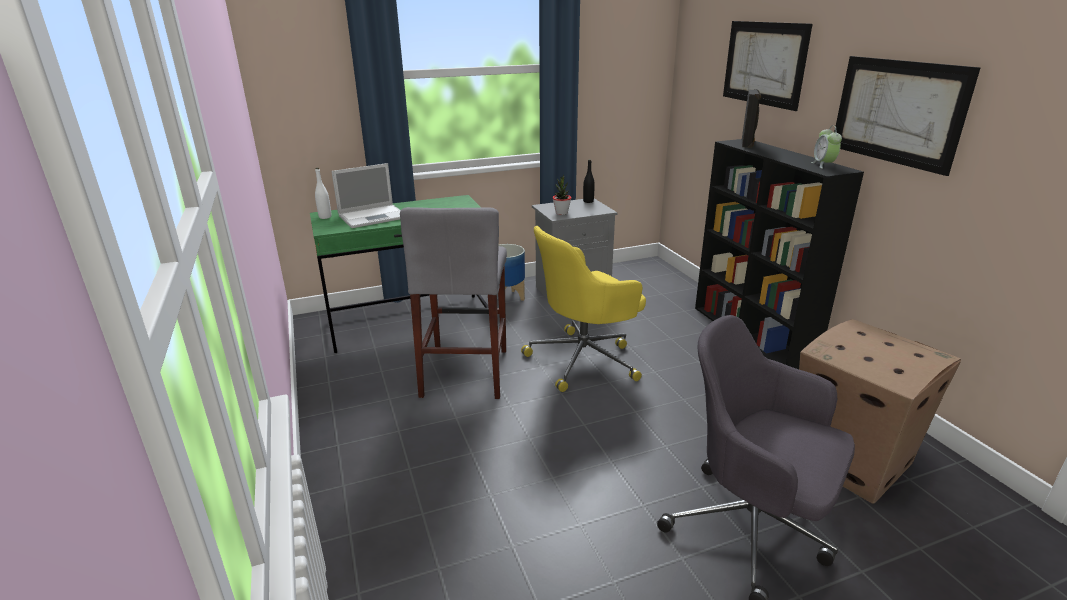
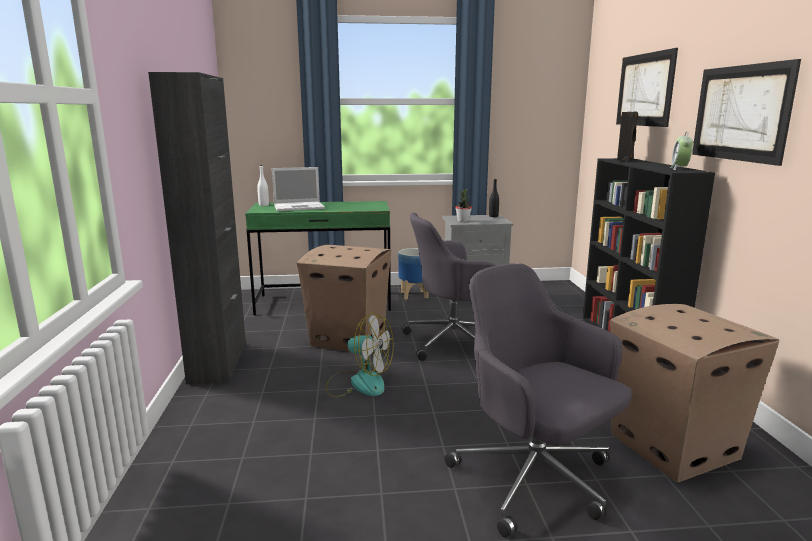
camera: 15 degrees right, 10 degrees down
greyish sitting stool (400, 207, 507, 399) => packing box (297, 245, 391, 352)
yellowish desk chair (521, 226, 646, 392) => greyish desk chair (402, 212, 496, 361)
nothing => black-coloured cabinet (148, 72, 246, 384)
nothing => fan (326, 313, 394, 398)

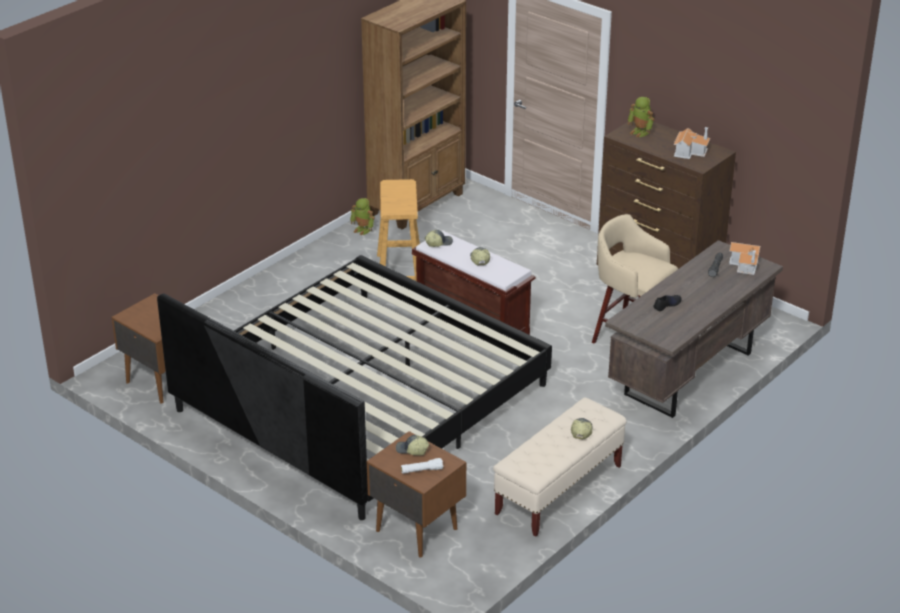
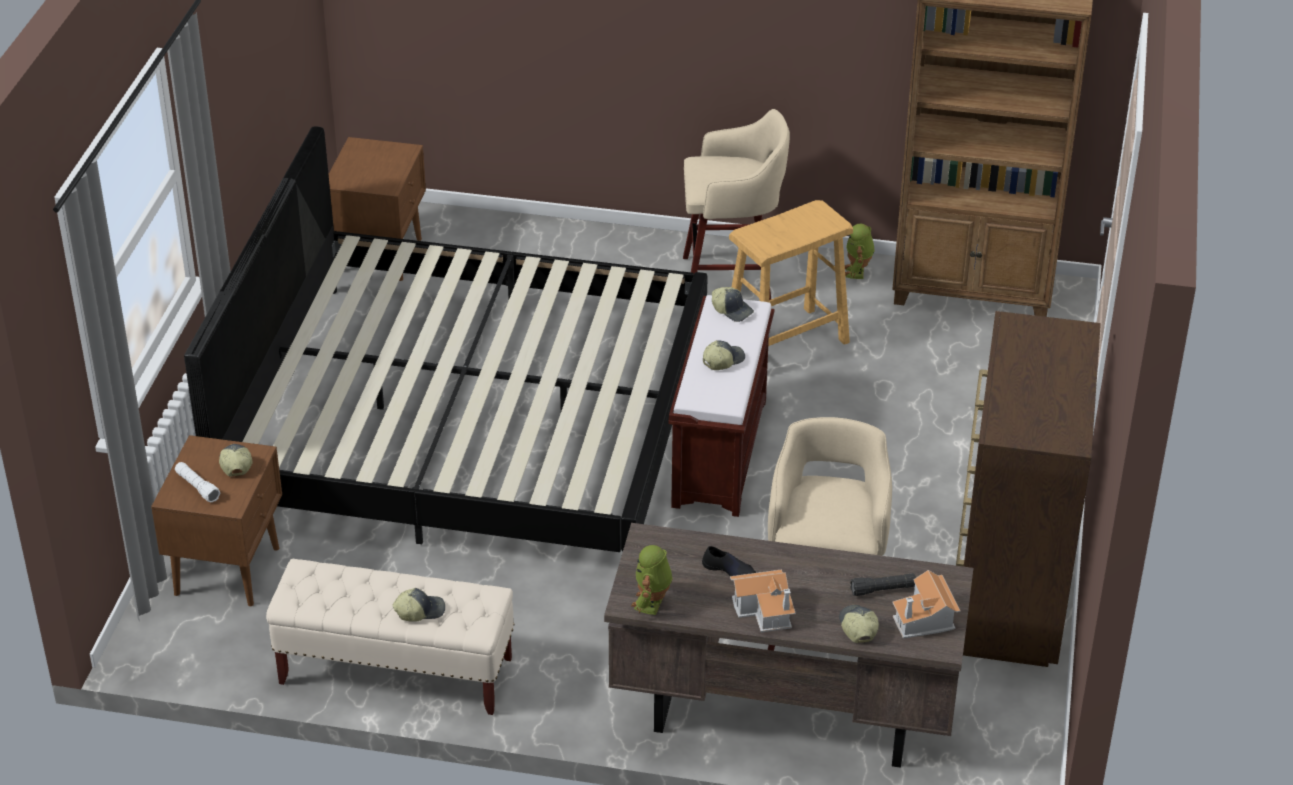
camera: 60 degrees right, 5 degrees up
model robot (628, 97, 655, 138) => model robot (631, 545, 672, 615), move
toy house (673, 127, 710, 159) => toy house (730, 569, 796, 632), move
nothing => beige sitting stool (683, 109, 790, 300)
nothing => peaked cap (839, 605, 879, 643)

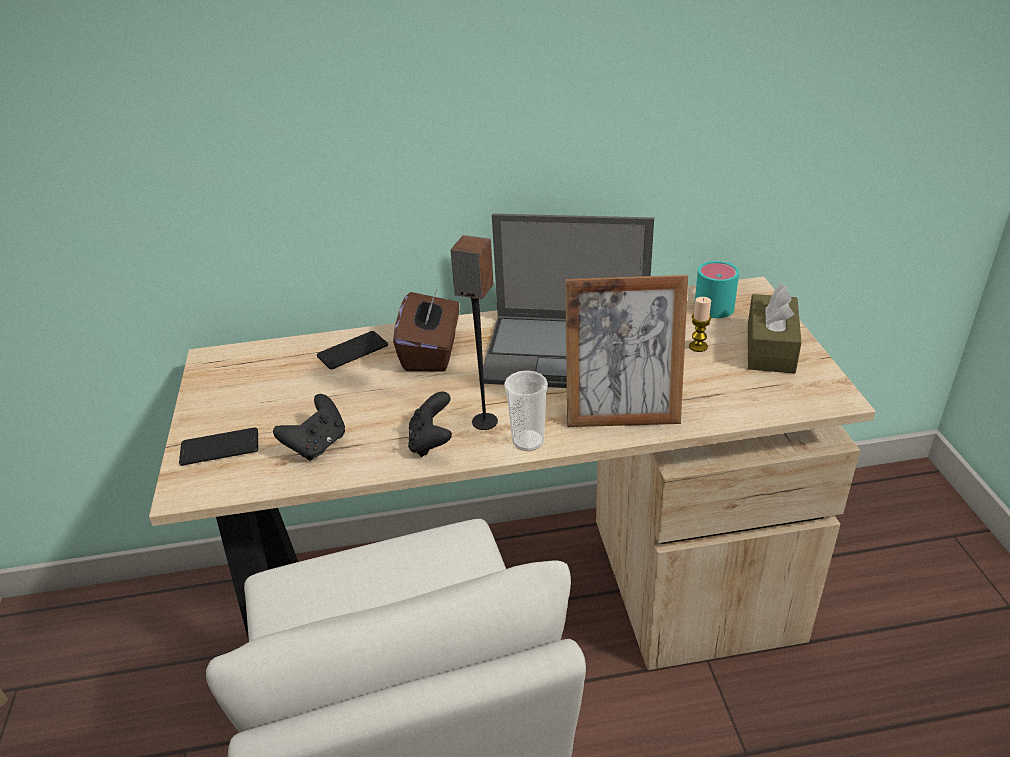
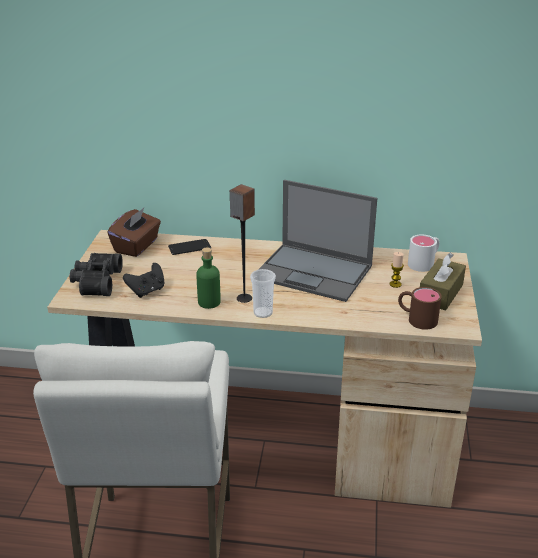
camera: 15 degrees right, 5 degrees down
turquoise mug (694, 261, 739, 318) => whitish mug (408, 234, 440, 272)
standing frame (565, 275, 688, 427) => nothing
brownish tissue holder (393, 288, 459, 372) => brownish tissue holder (107, 208, 161, 257), move
black-coloured gamepad (408, 392, 452, 457) => green drink bottle (196, 248, 221, 309)
telephone (179, 428, 258, 466) => black-coloured pair of binoculars (70, 253, 123, 296)
nothing => brownish mug (398, 287, 442, 330)

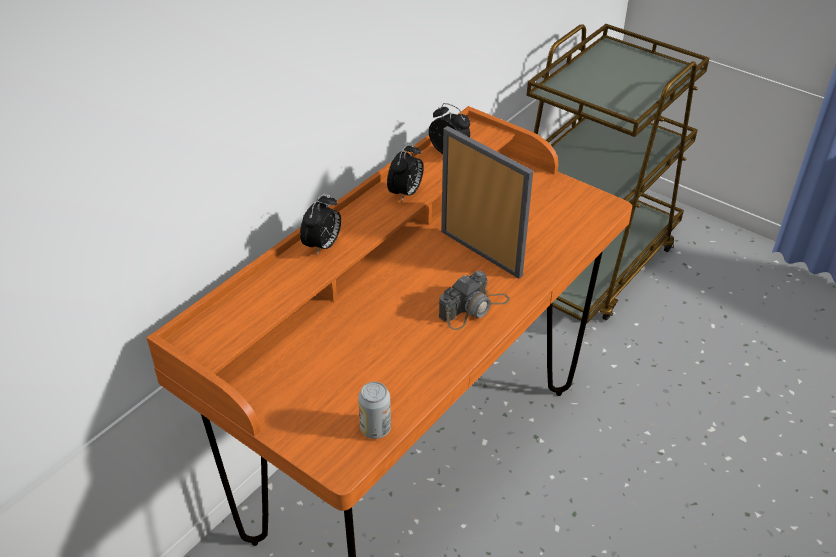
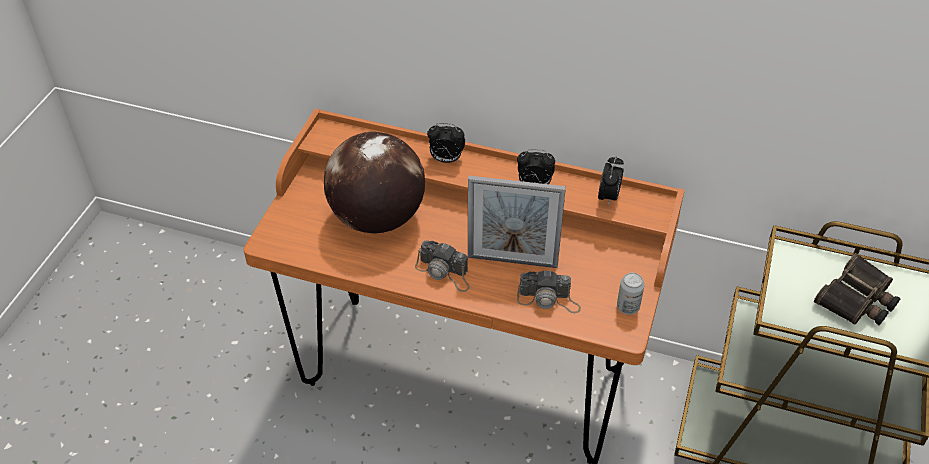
camera: 70 degrees right, 5 degrees up
standing frame (441, 126, 533, 279) => standing frame (468, 176, 566, 268), 75 degrees clockwise
metal can (358, 382, 391, 439) => metal can (617, 272, 644, 315), move
nothing => globe (324, 131, 425, 234)
nothing => pair of binoculars (814, 253, 901, 325)
nothing => still camera (517, 270, 581, 313)

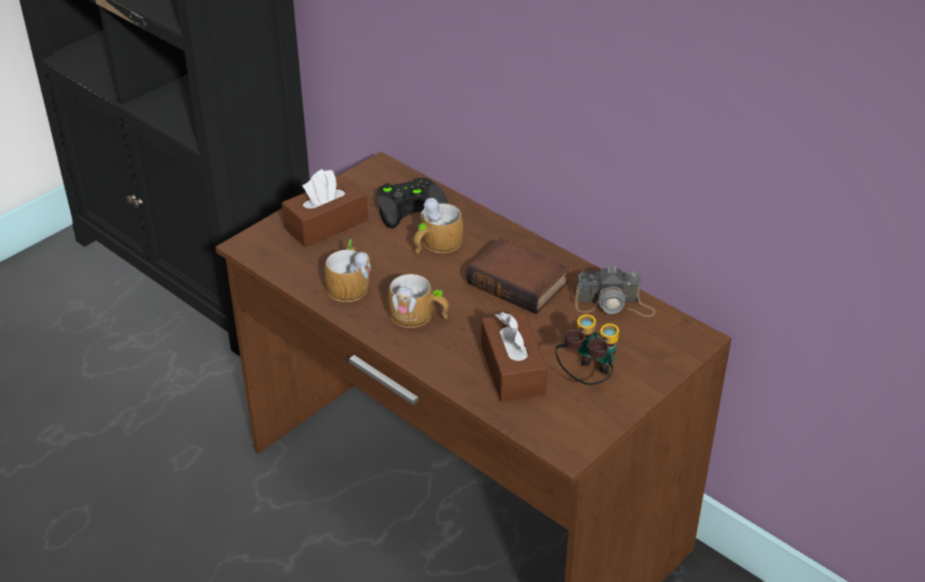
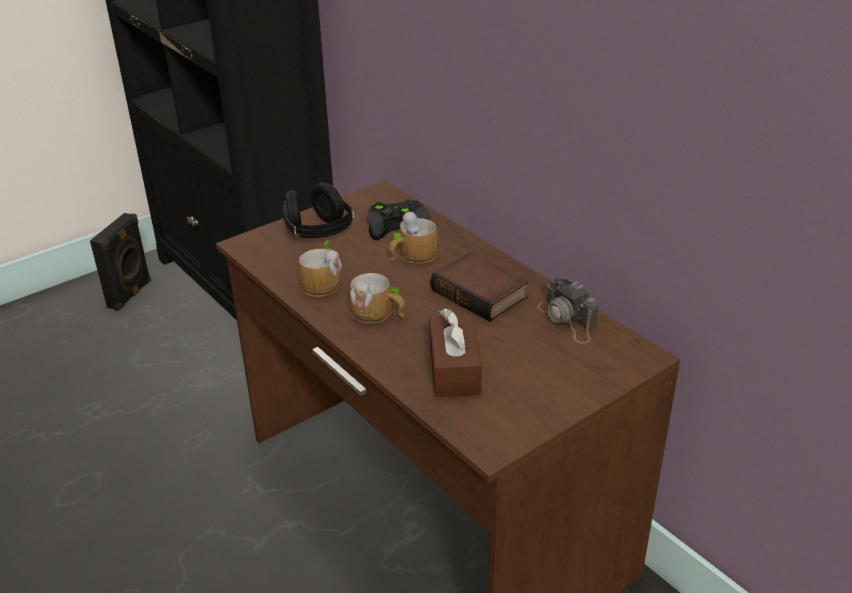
camera: 10 degrees right, 5 degrees down
brownish tissue holder (282, 169, 368, 247) => black-coloured pair of headphones (282, 182, 354, 238)
still camera (575, 266, 655, 317) => still camera (537, 277, 599, 344), 45 degrees clockwise
pair of binoculars (555, 314, 619, 385) => nothing
nothing => black-coloured speaker (90, 213, 151, 311)

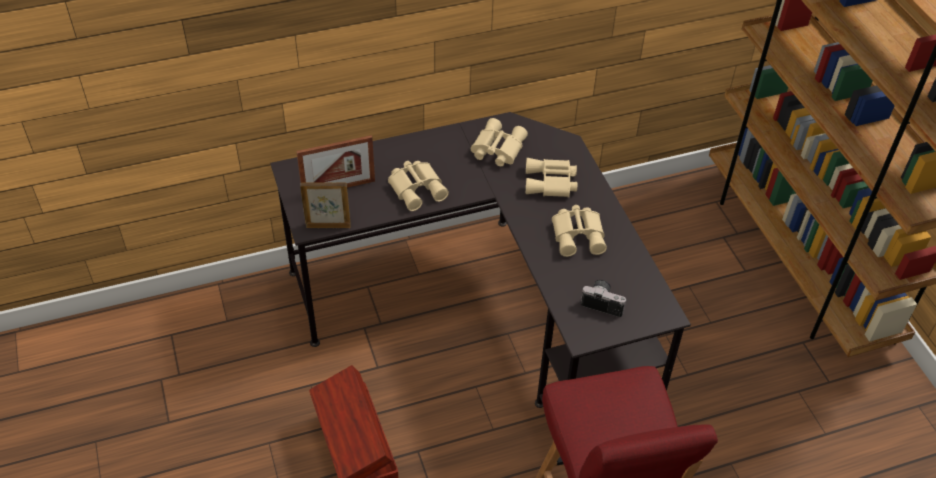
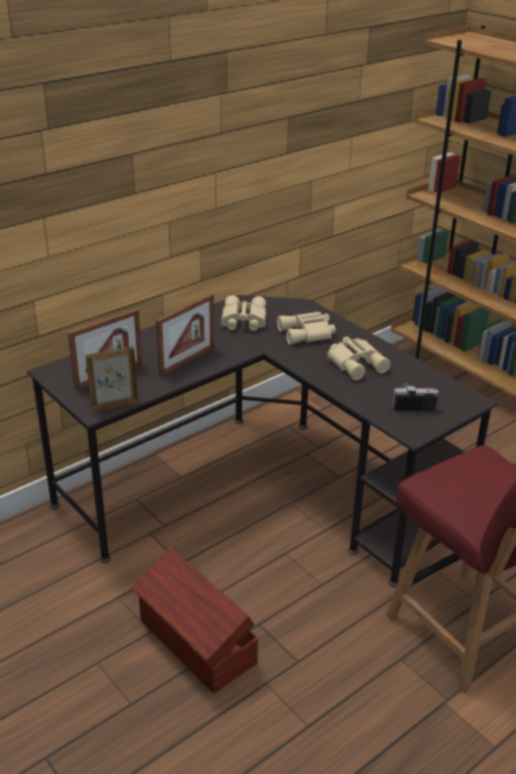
camera: 20 degrees left, 15 degrees down
beige pair of binoculars (388, 161, 449, 211) => standing frame (156, 294, 214, 376)

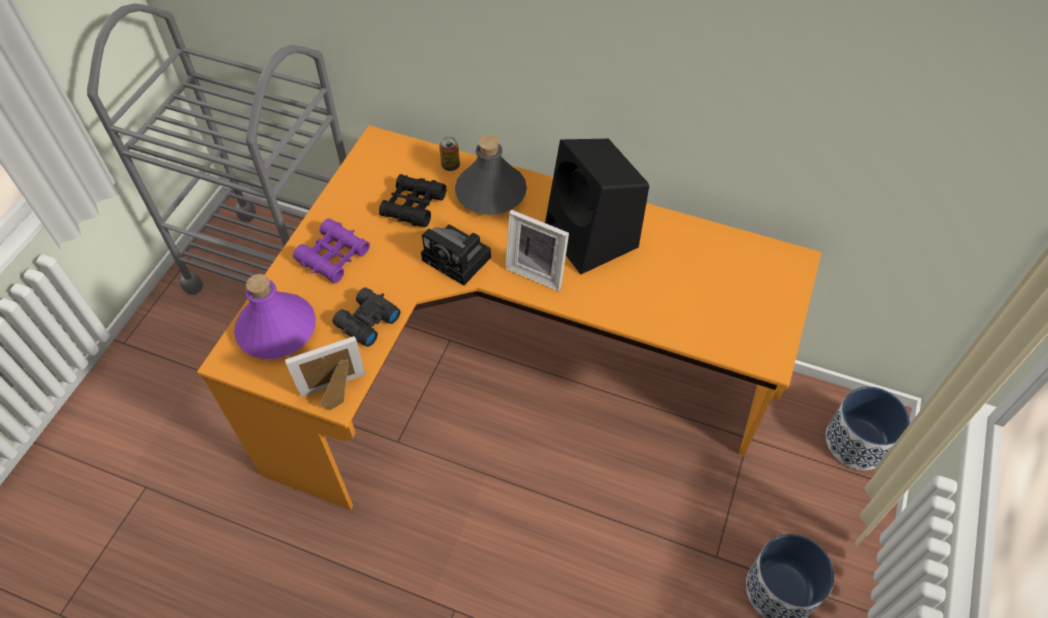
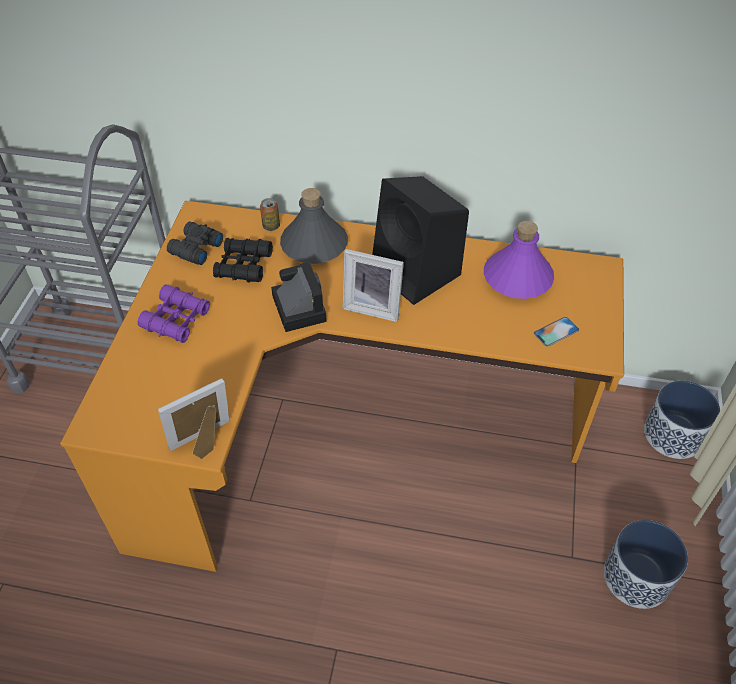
camera: 10 degrees left, 5 degrees down
still camera (421, 224, 491, 286) => still camera (271, 262, 327, 332), 135 degrees counterclockwise
purplish drink bottle (234, 274, 316, 359) => purplish drink bottle (484, 221, 554, 299), move
black-coloured pair of binoculars (332, 287, 400, 347) => black-coloured pair of binoculars (167, 222, 223, 265), move
nothing => telephone (534, 317, 579, 347)

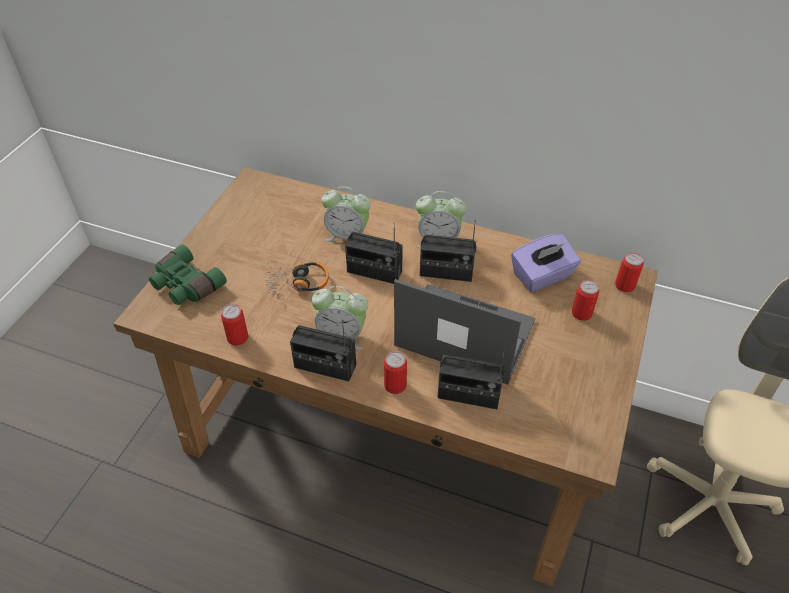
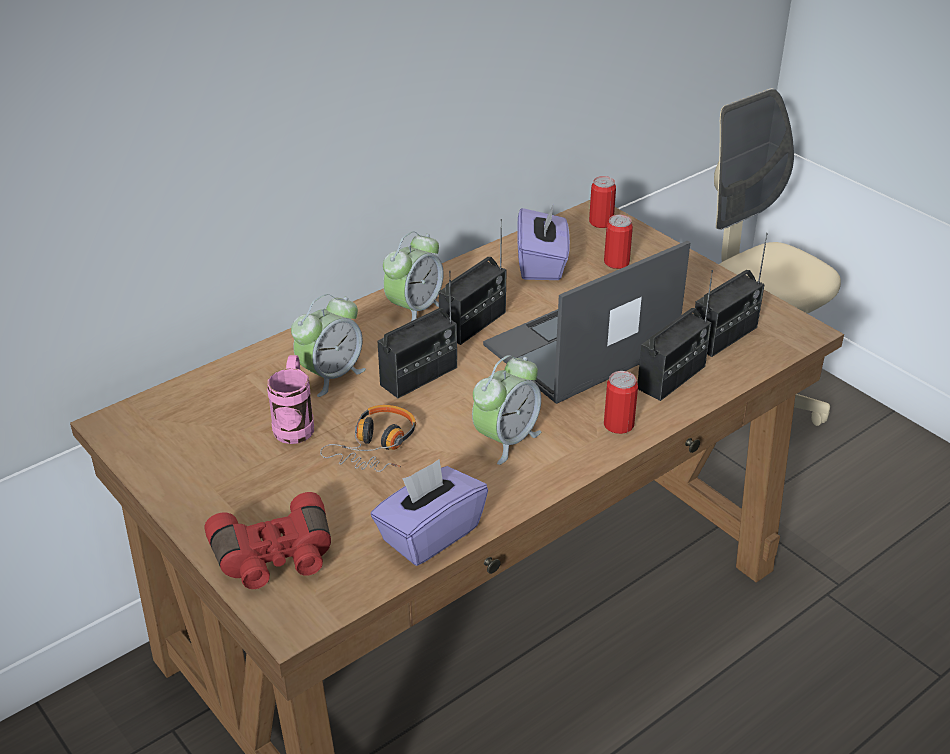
camera: 60 degrees left, 10 degrees down
green pair of binoculars (149, 244, 227, 305) => reddish pair of binoculars (204, 492, 331, 589)
metal can (221, 304, 249, 346) => purplish tissue holder (371, 459, 488, 566)
radio set (290, 320, 356, 382) => radio set (694, 233, 768, 357), move
nothing => pink mug (267, 355, 314, 444)

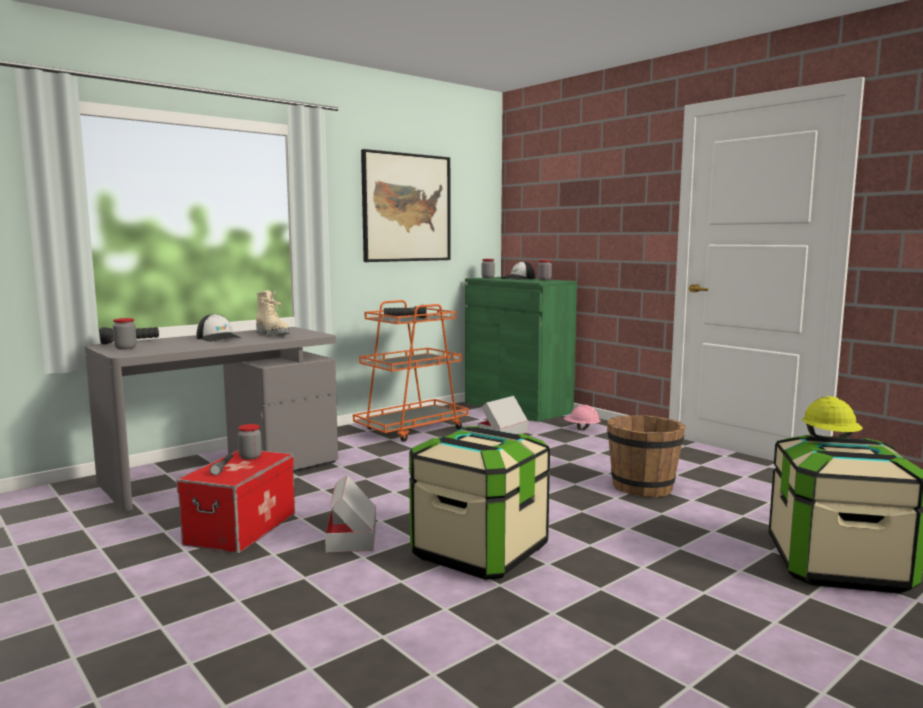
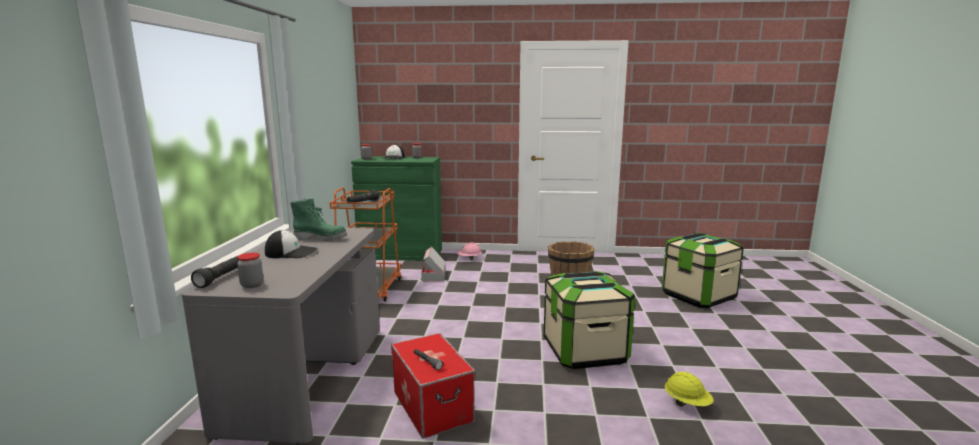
camera: 45 degrees left, 5 degrees up
wall picture (361, 149, 451, 262) => nothing
beige boot (256, 290, 289, 336) => green boot (290, 199, 347, 241)
yellowish work helmet (802, 396, 863, 440) => yellowish work helmet (665, 372, 714, 407), move
storage jar (238, 424, 262, 460) => nothing
packing box (325, 475, 376, 553) => nothing

